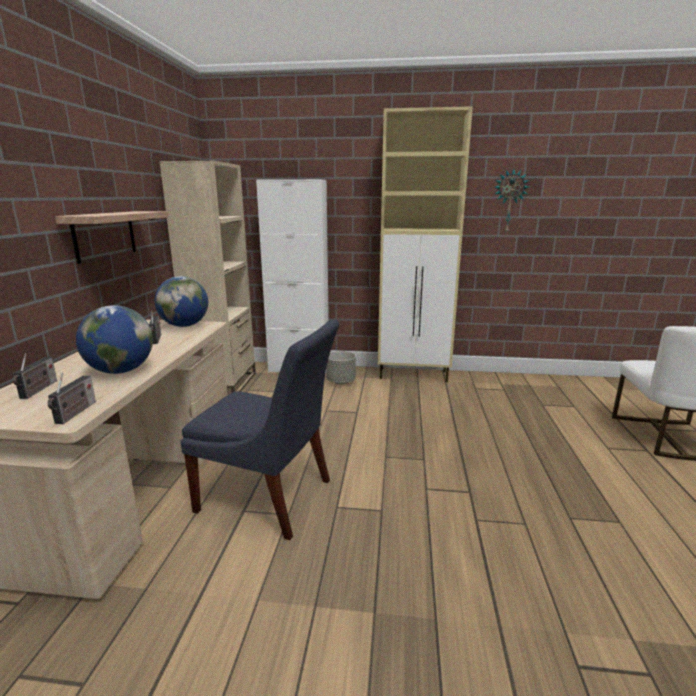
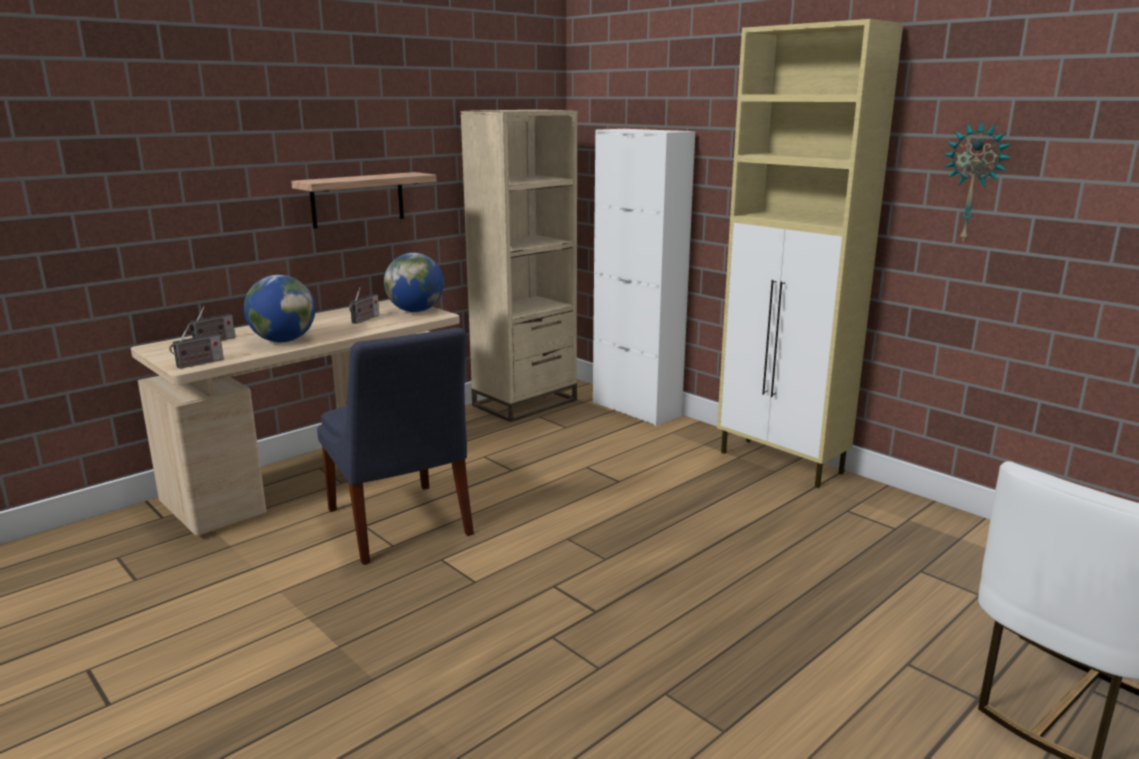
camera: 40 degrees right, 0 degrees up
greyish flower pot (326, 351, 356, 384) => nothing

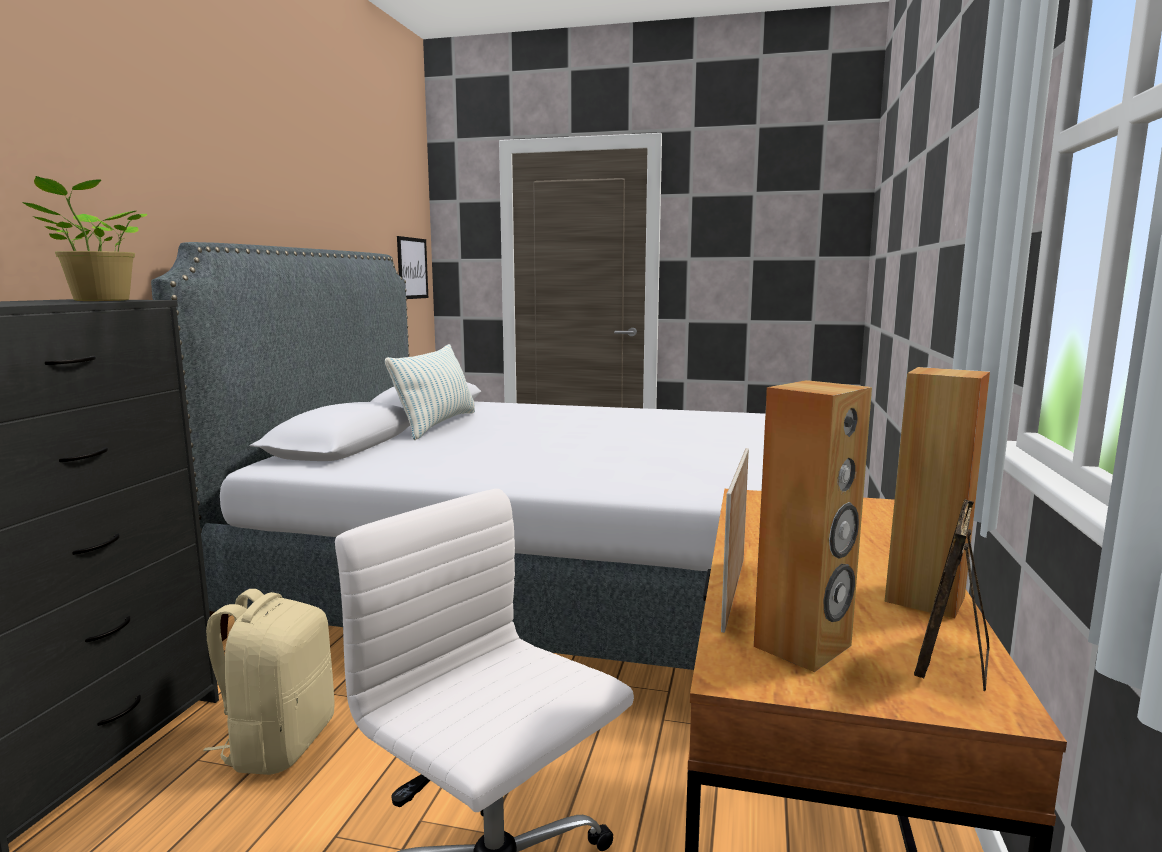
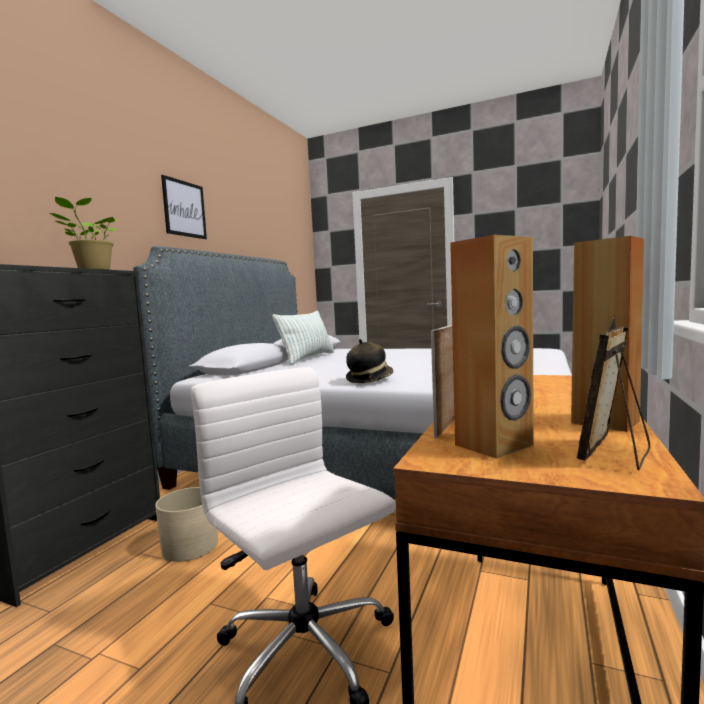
camera: 10 degrees right, 5 degrees down
wall picture (397, 236, 428, 299) => wall picture (161, 175, 207, 239), move
beige backpack (203, 589, 334, 775) => beige flower pot (155, 487, 218, 562)
nothing => clothing hat (346, 339, 393, 383)

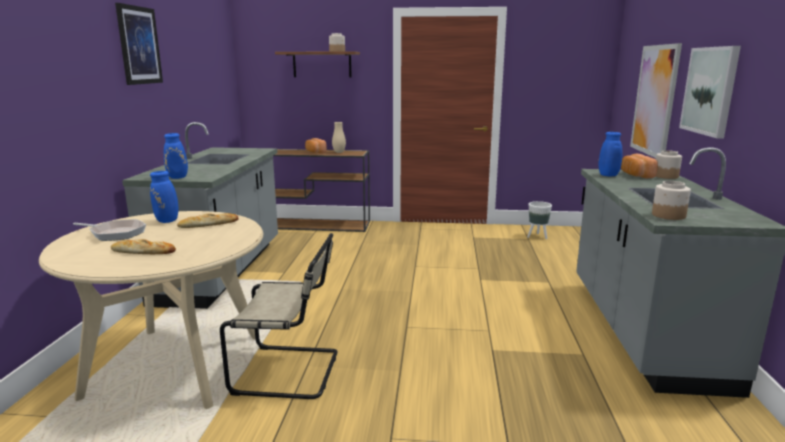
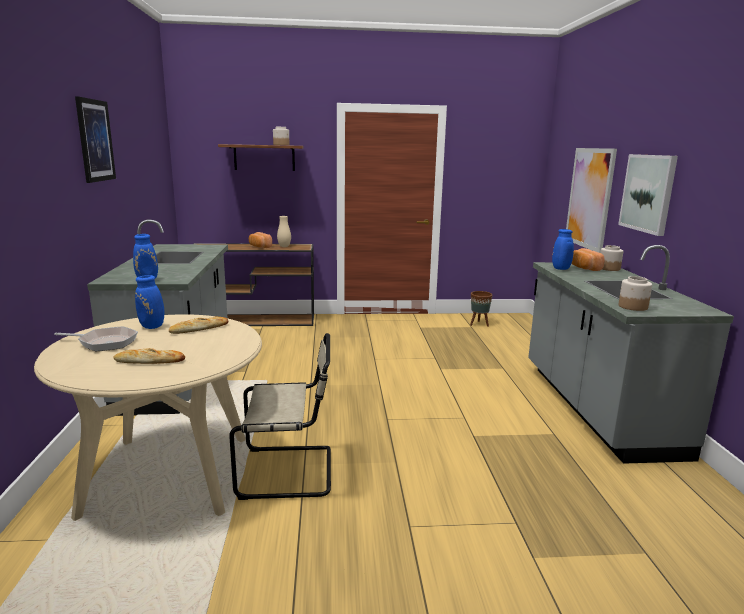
camera: 10 degrees left, 0 degrees up
whitish flower pot (527, 201, 552, 239) => brownish flower pot (470, 291, 493, 327)

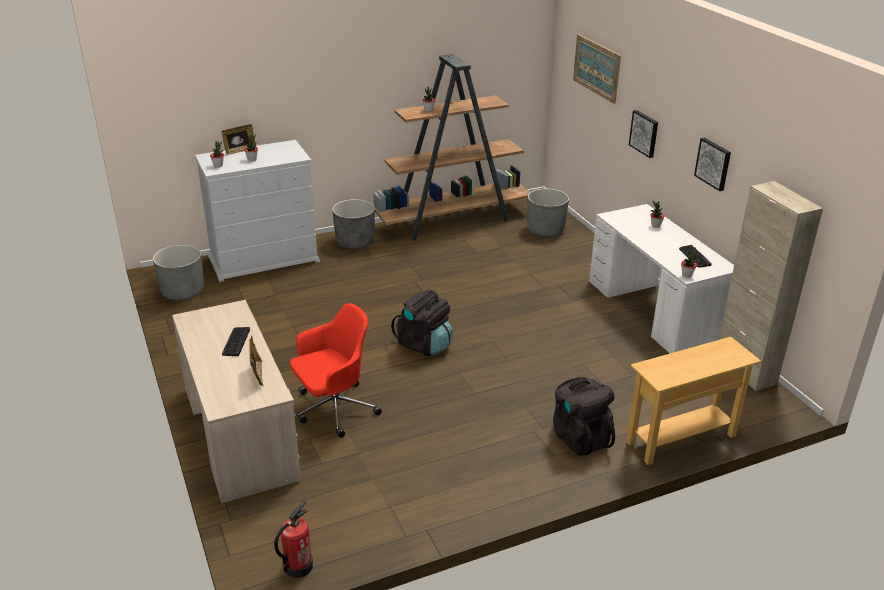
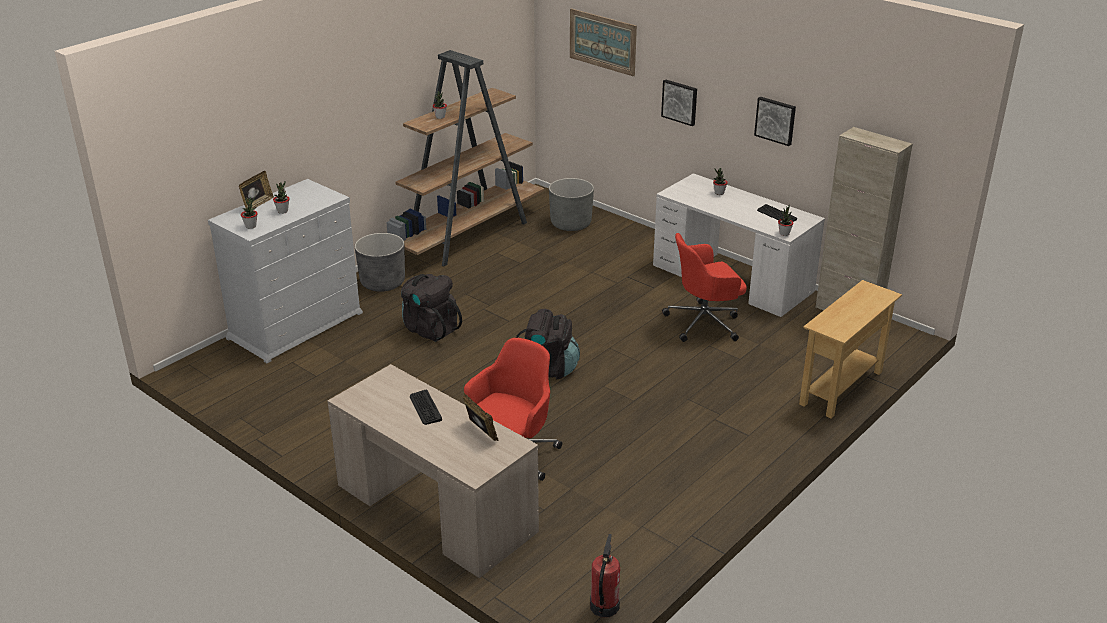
camera: 25 degrees left, 0 degrees up
greyish flower pot (153, 245, 204, 301) => nothing
black-coloured backpack (553, 377, 615, 456) => black-coloured backpack (401, 274, 462, 342), move
nothing => reddish desk chair (662, 233, 747, 342)

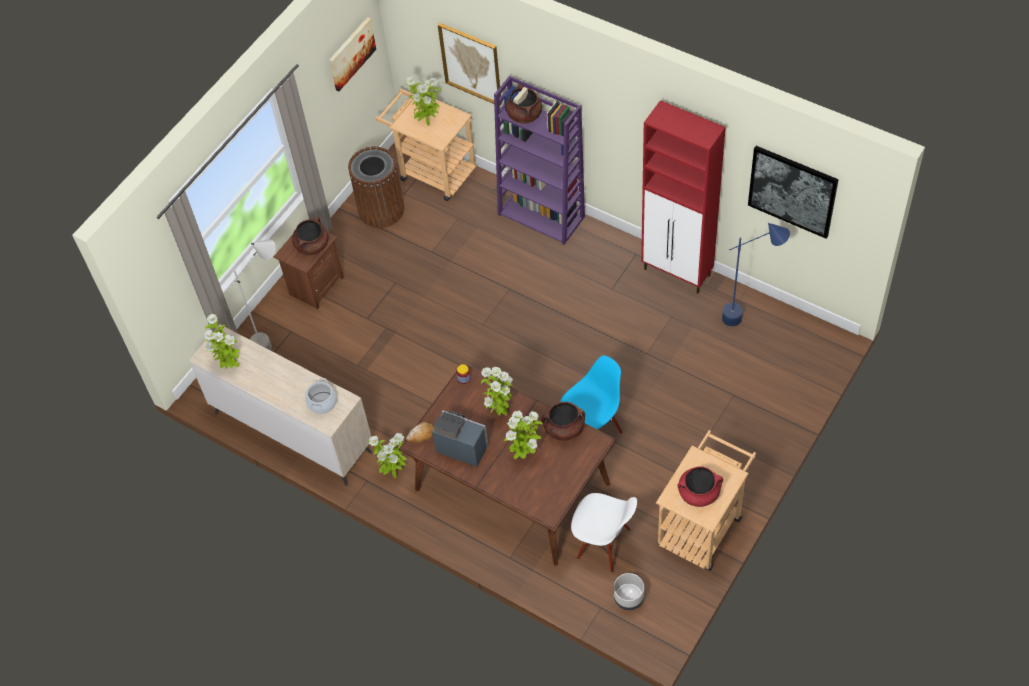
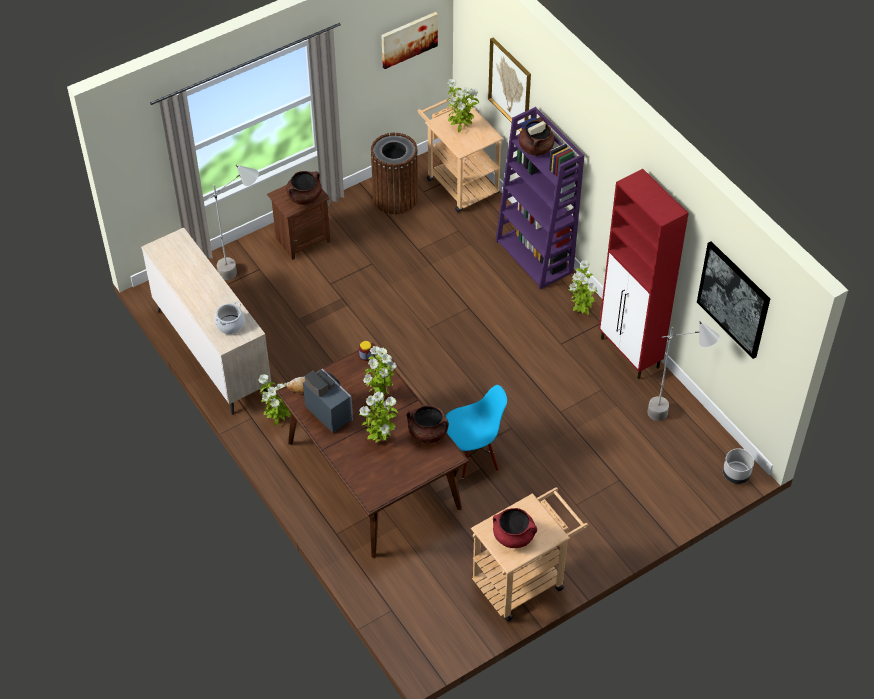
camera: 20 degrees right, 5 degrees down
blue-coloured standing lamp (722, 223, 790, 326) => greyish standing lamp (647, 321, 720, 421)
houseplant (204, 314, 240, 369) => houseplant (568, 260, 597, 315), move
whitish chair (571, 493, 637, 573) => nothing
greyish flower pot (614, 573, 644, 610) => greyish flower pot (723, 448, 754, 484), move

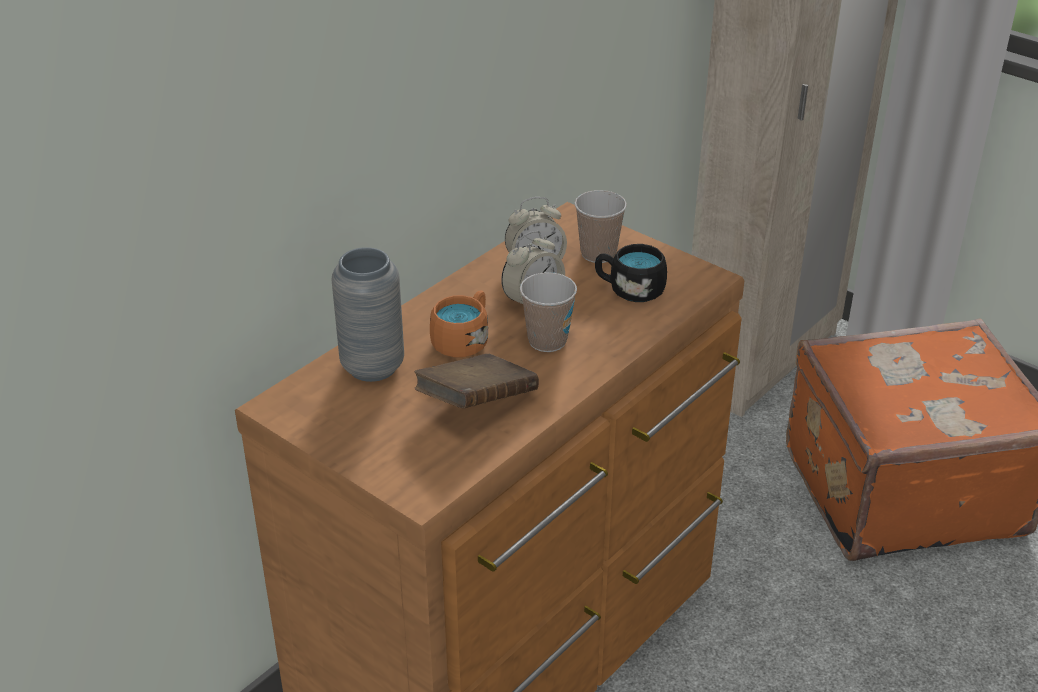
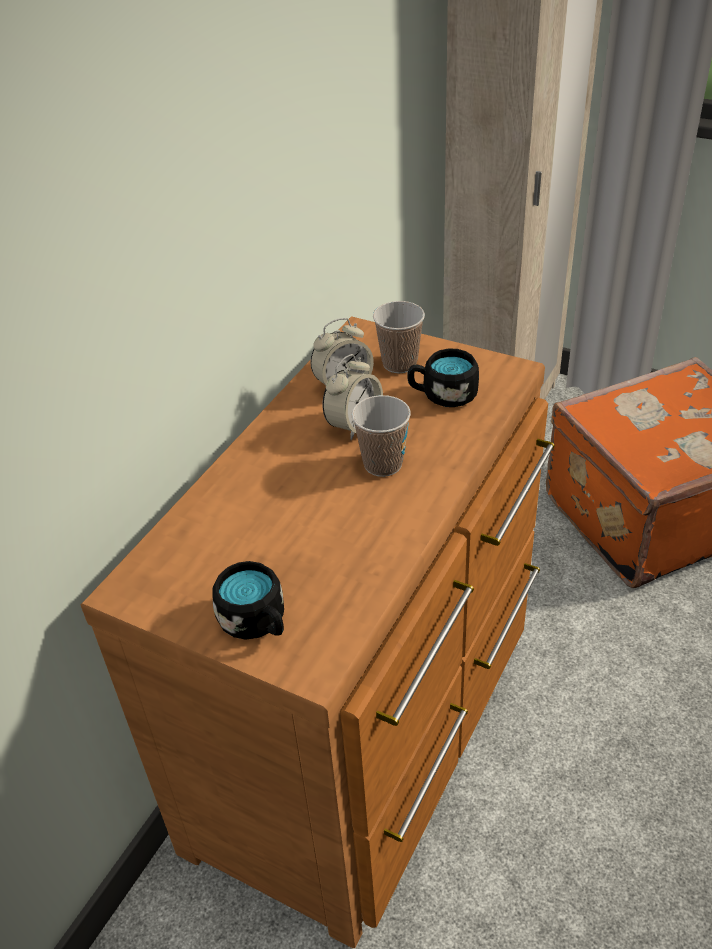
camera: 10 degrees left, 5 degrees up
greyish flower vase (331, 247, 404, 382) => nothing
orange-coloured mug (430, 290, 488, 358) => nothing
brownish bound book (414, 354, 539, 409) => nothing
nothing => black-coloured mug (212, 561, 284, 640)

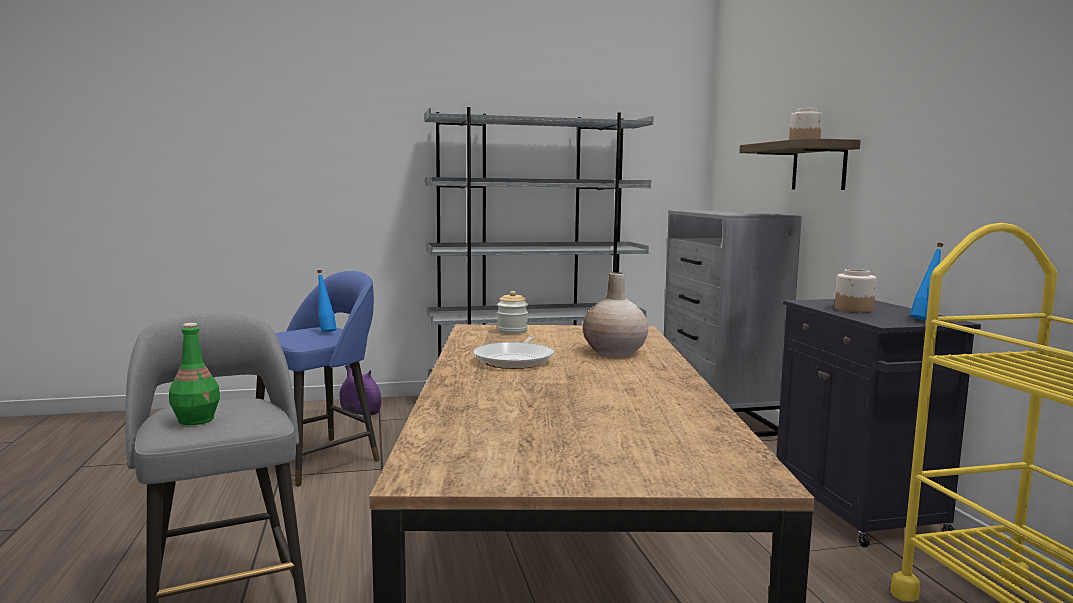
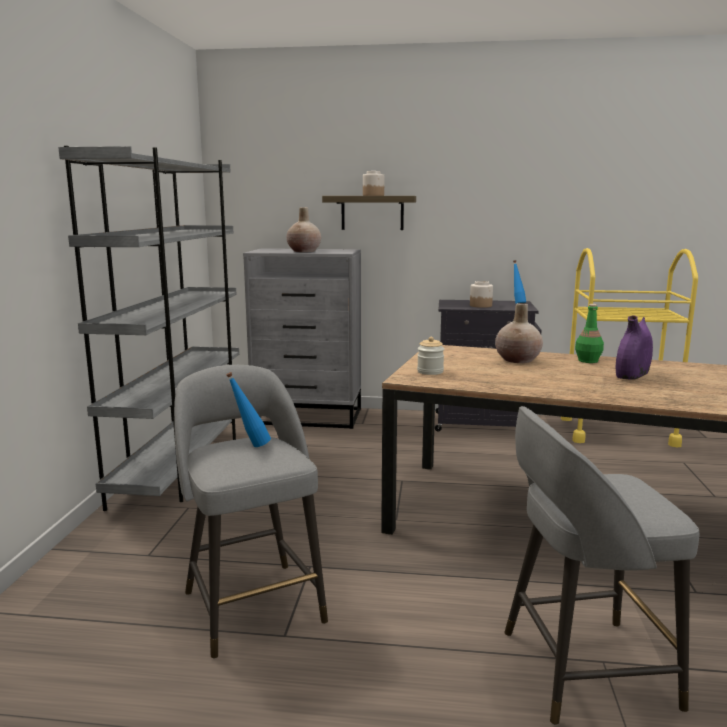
camera: 70 degrees left, 5 degrees up
blue-coloured sitting stool (256, 271, 380, 487) => greyish sitting stool (174, 365, 328, 658)
green drink bottle (169, 323, 220, 425) => green drink bottle (575, 304, 604, 363), move
frying pan (473, 336, 554, 369) => nothing
purplish flower vase (339, 364, 381, 415) => purplish flower vase (616, 316, 653, 380), move
nothing => beige flower vase (286, 207, 321, 252)

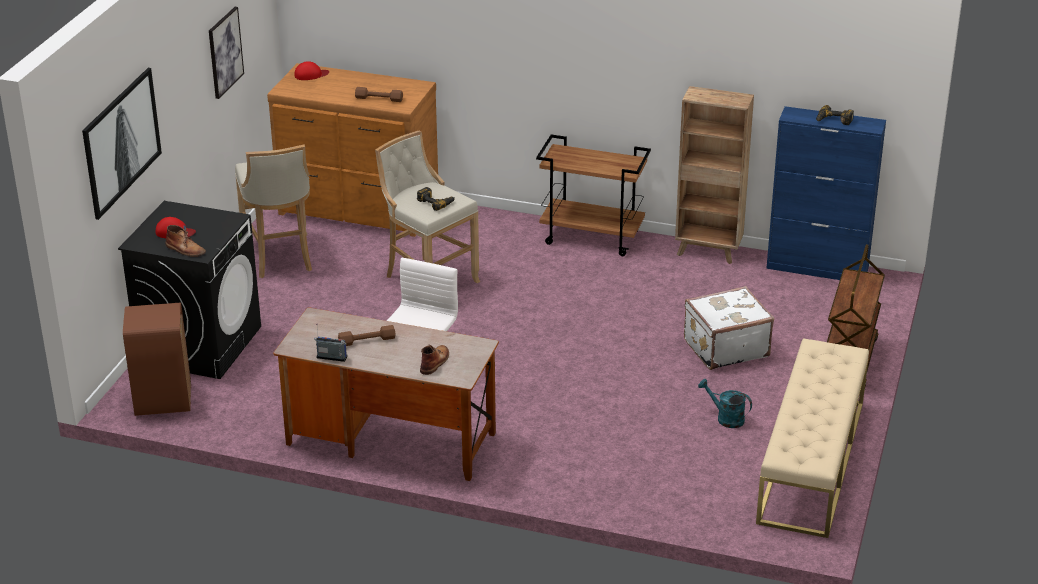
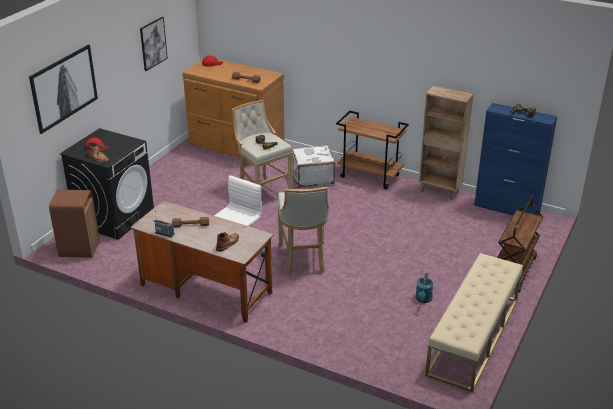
camera: 10 degrees right, 0 degrees up
beige sitting stool (235, 144, 312, 278) => beige sitting stool (278, 187, 329, 275), move
whitish piece of luggage (684, 286, 774, 370) => whitish piece of luggage (292, 145, 336, 188), move
turquoise watering pot (698, 379, 752, 428) => turquoise watering pot (415, 273, 433, 303), 120 degrees counterclockwise

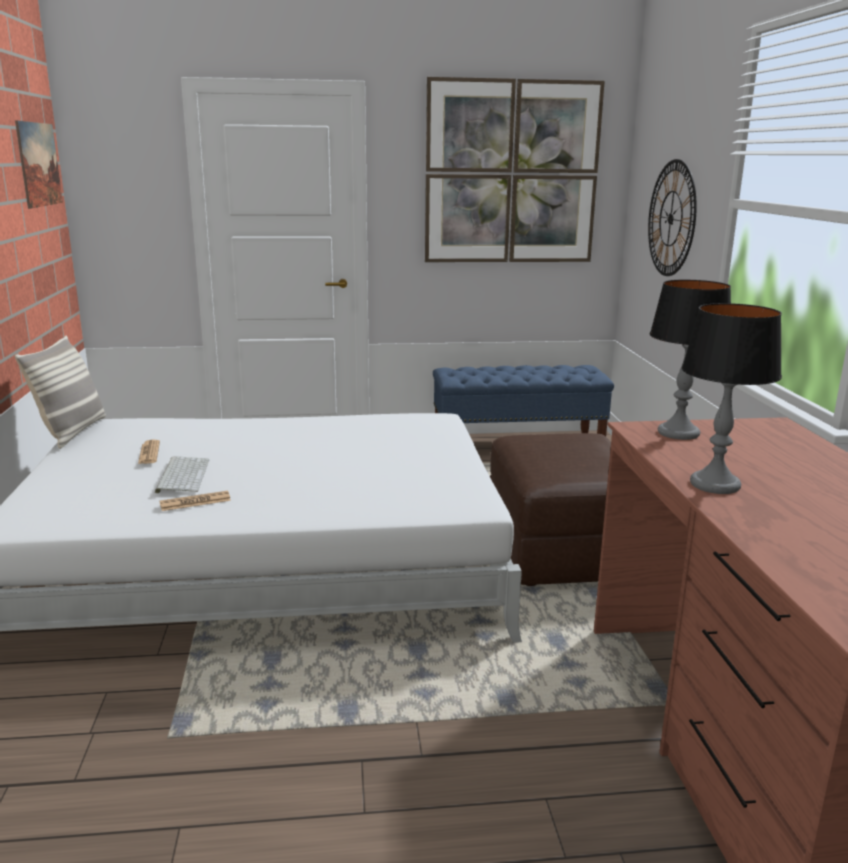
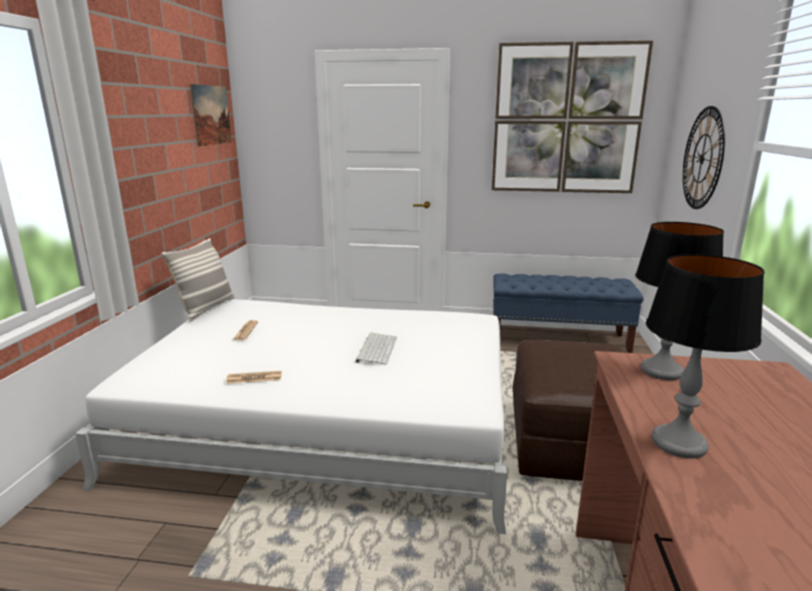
camera: 15 degrees right, 0 degrees up
keyboard (155, 456, 209, 493) => keyboard (355, 333, 397, 365), move

